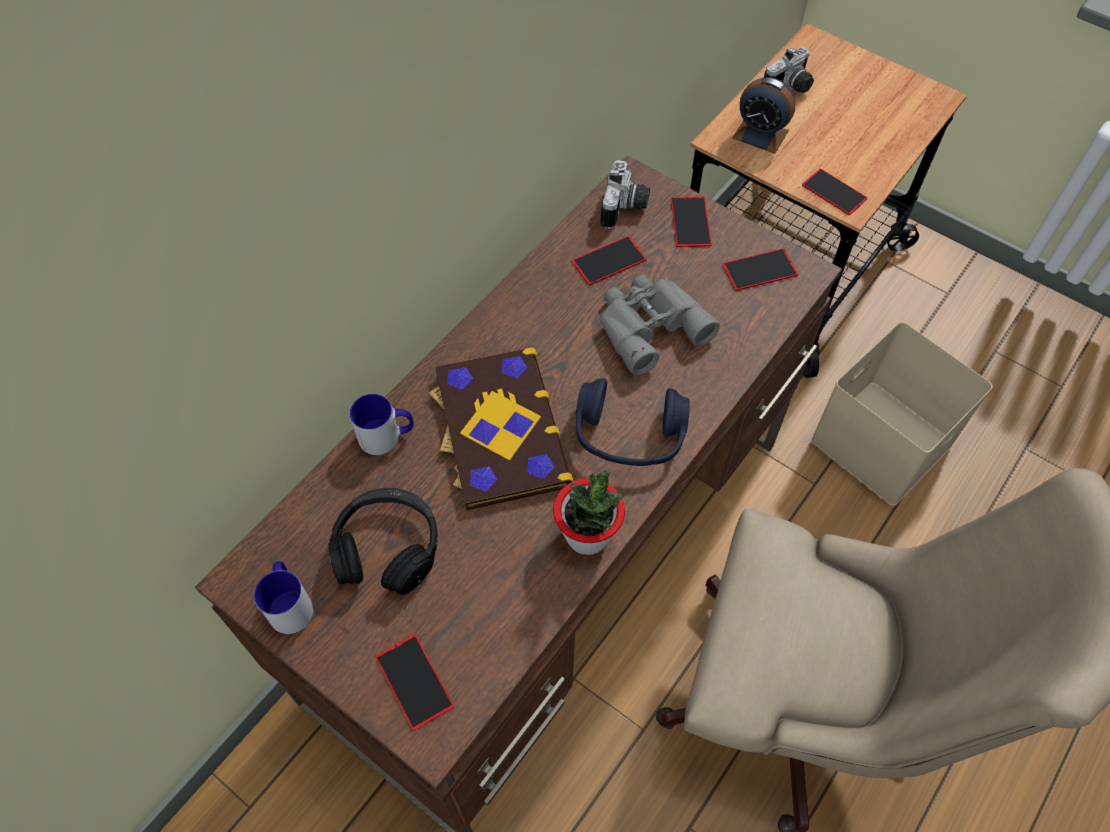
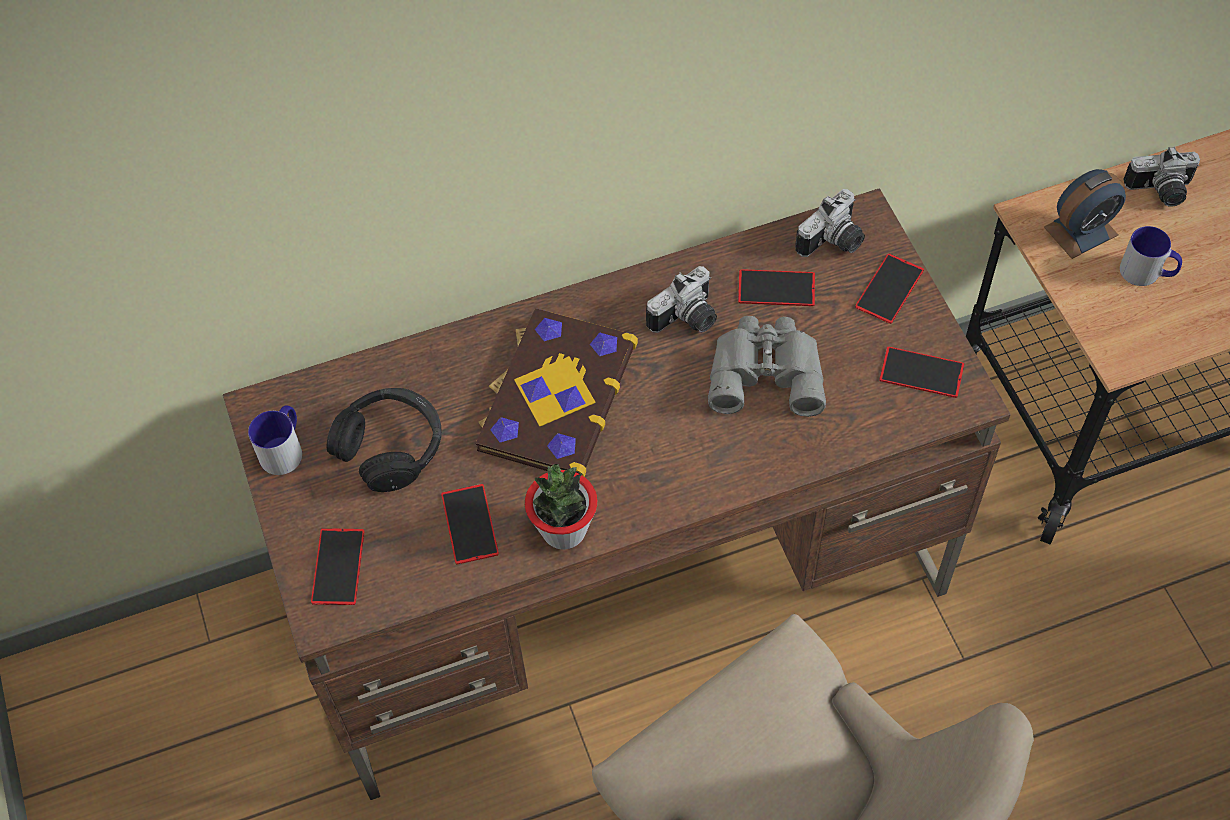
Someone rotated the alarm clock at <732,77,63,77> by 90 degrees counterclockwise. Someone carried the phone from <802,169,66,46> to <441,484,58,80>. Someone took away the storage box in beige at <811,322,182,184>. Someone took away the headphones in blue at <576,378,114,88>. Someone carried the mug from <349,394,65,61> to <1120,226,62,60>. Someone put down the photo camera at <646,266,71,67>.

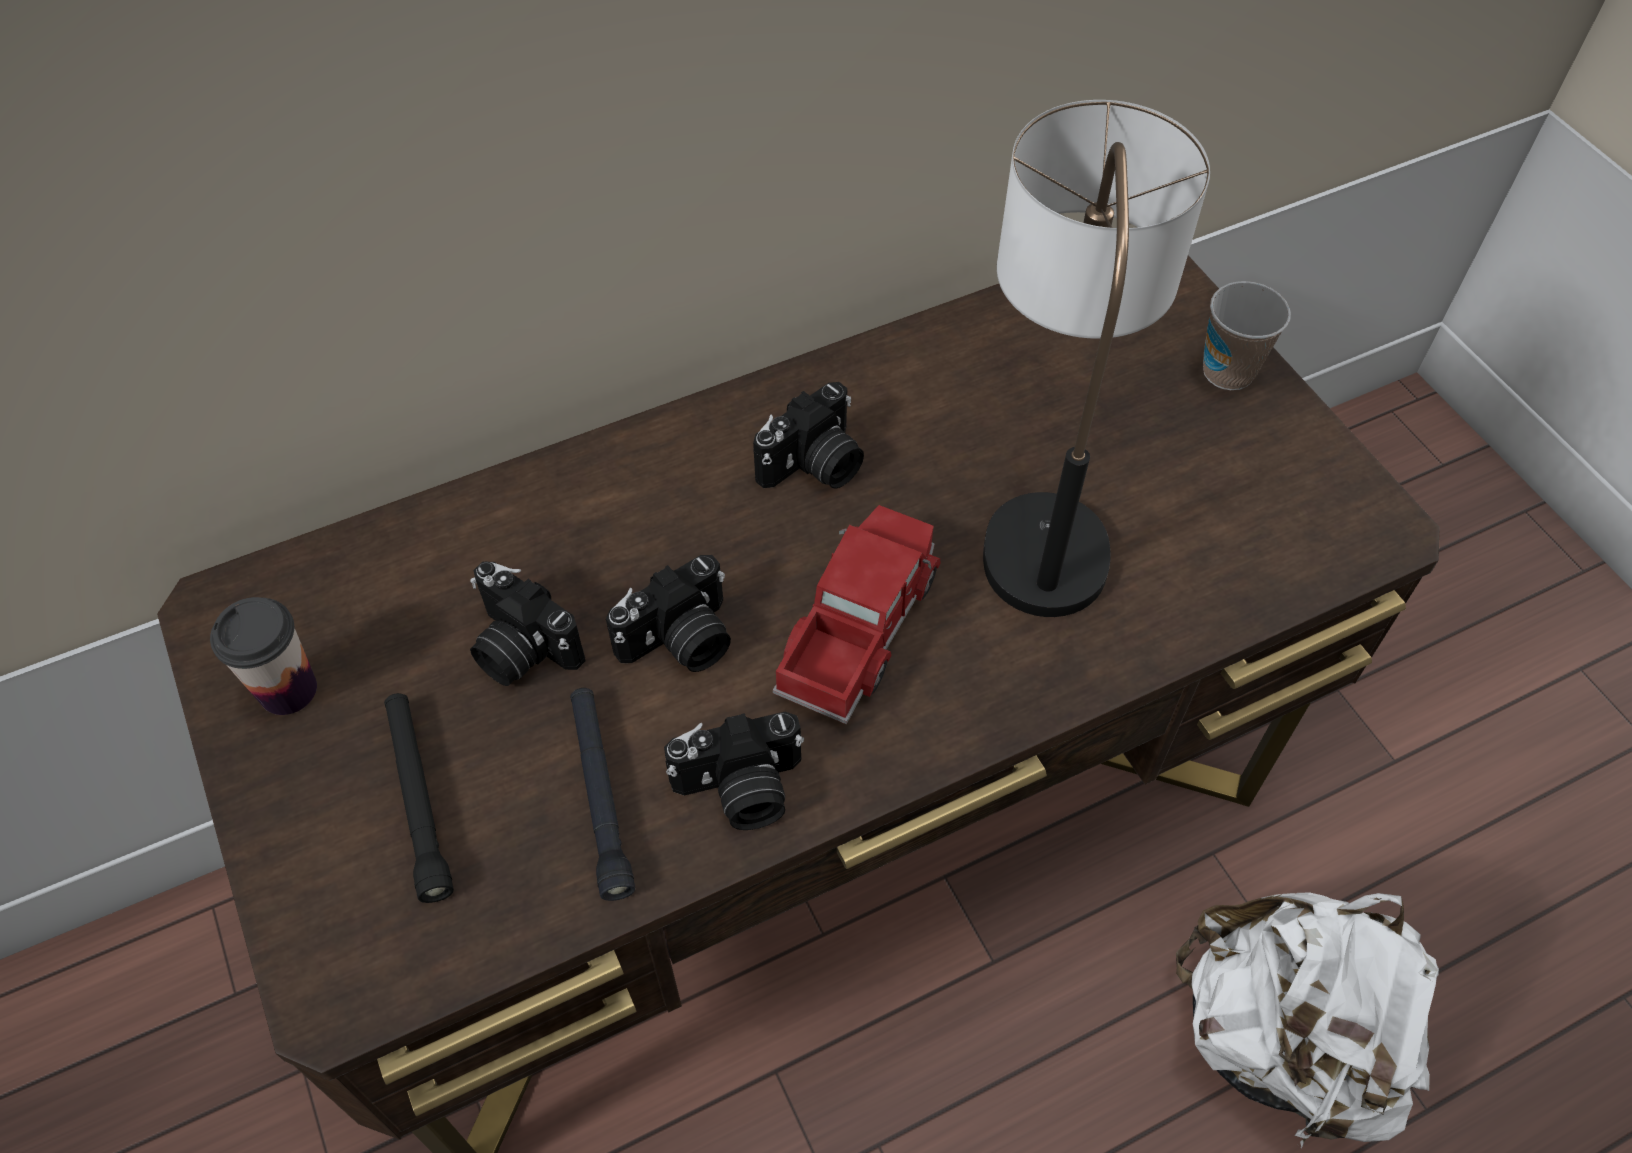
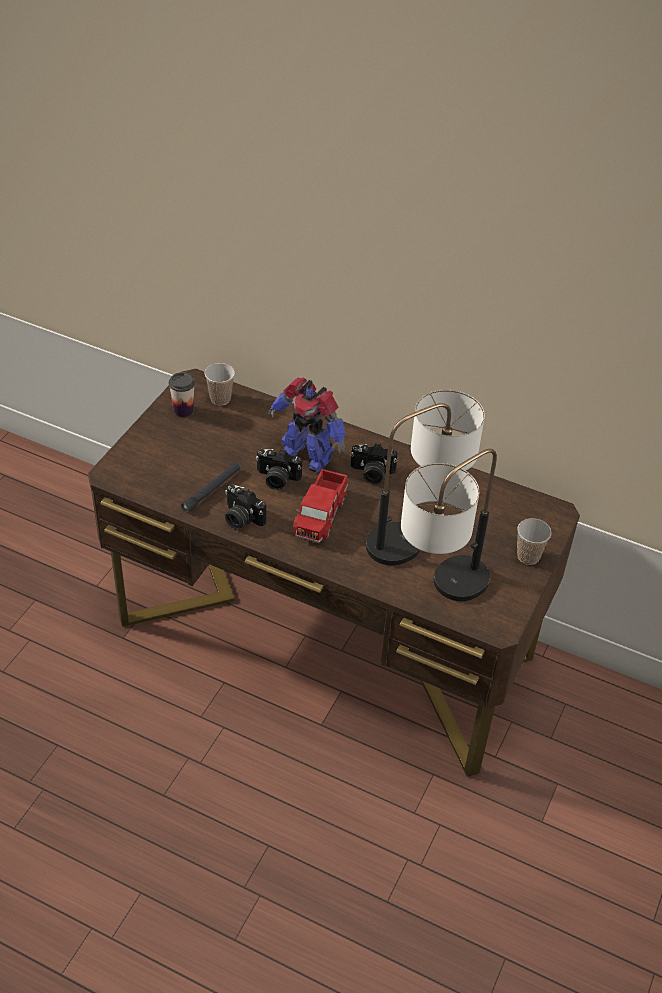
Someone rotated the toy truck at <773,505,168,219> by 120 degrees clockwise. Someone took away the photo camera at <470,561,115,125>. Someone took away the flashlight in black at <384,693,70,210>. Someone took away the backpack in white at <1176,893,263,256>. Someone put down the cup at <205,363,30,42>. Someone put down the toy robot at <267,377,79,95>. Someone put down the table lamp at <401,449,96,152>.

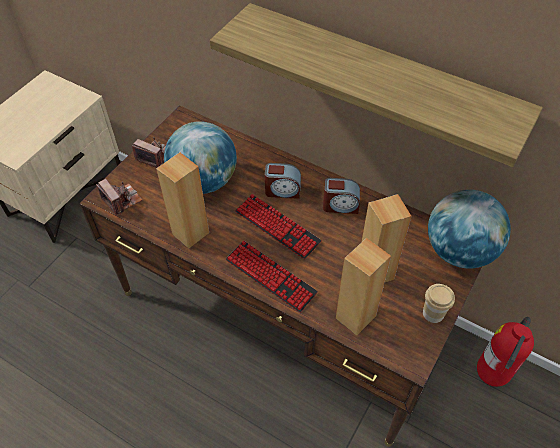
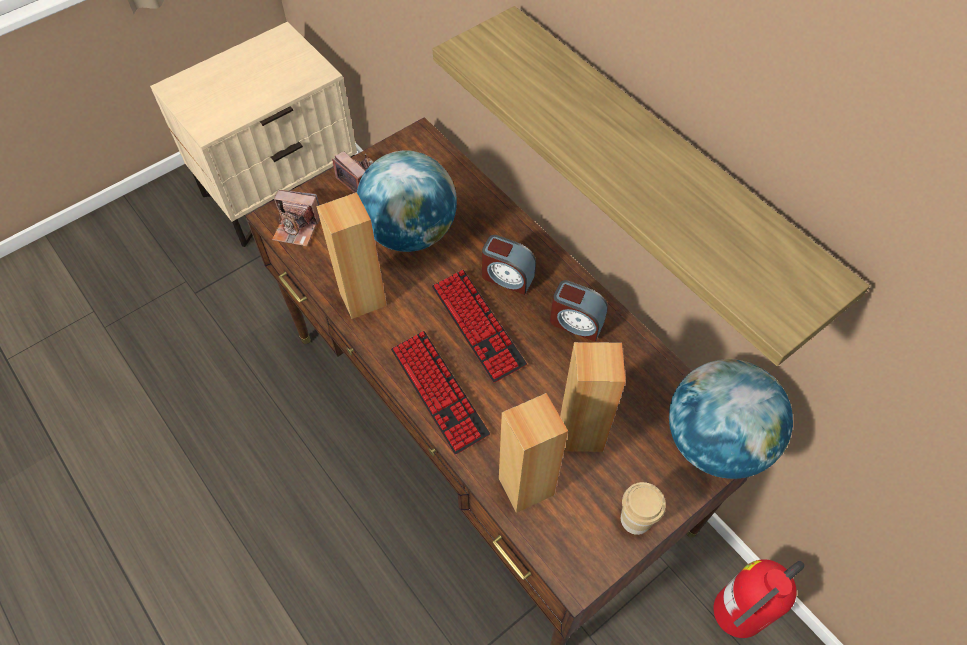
Someone rotated the photo camera at <96,179,46,36> by 120 degrees clockwise.

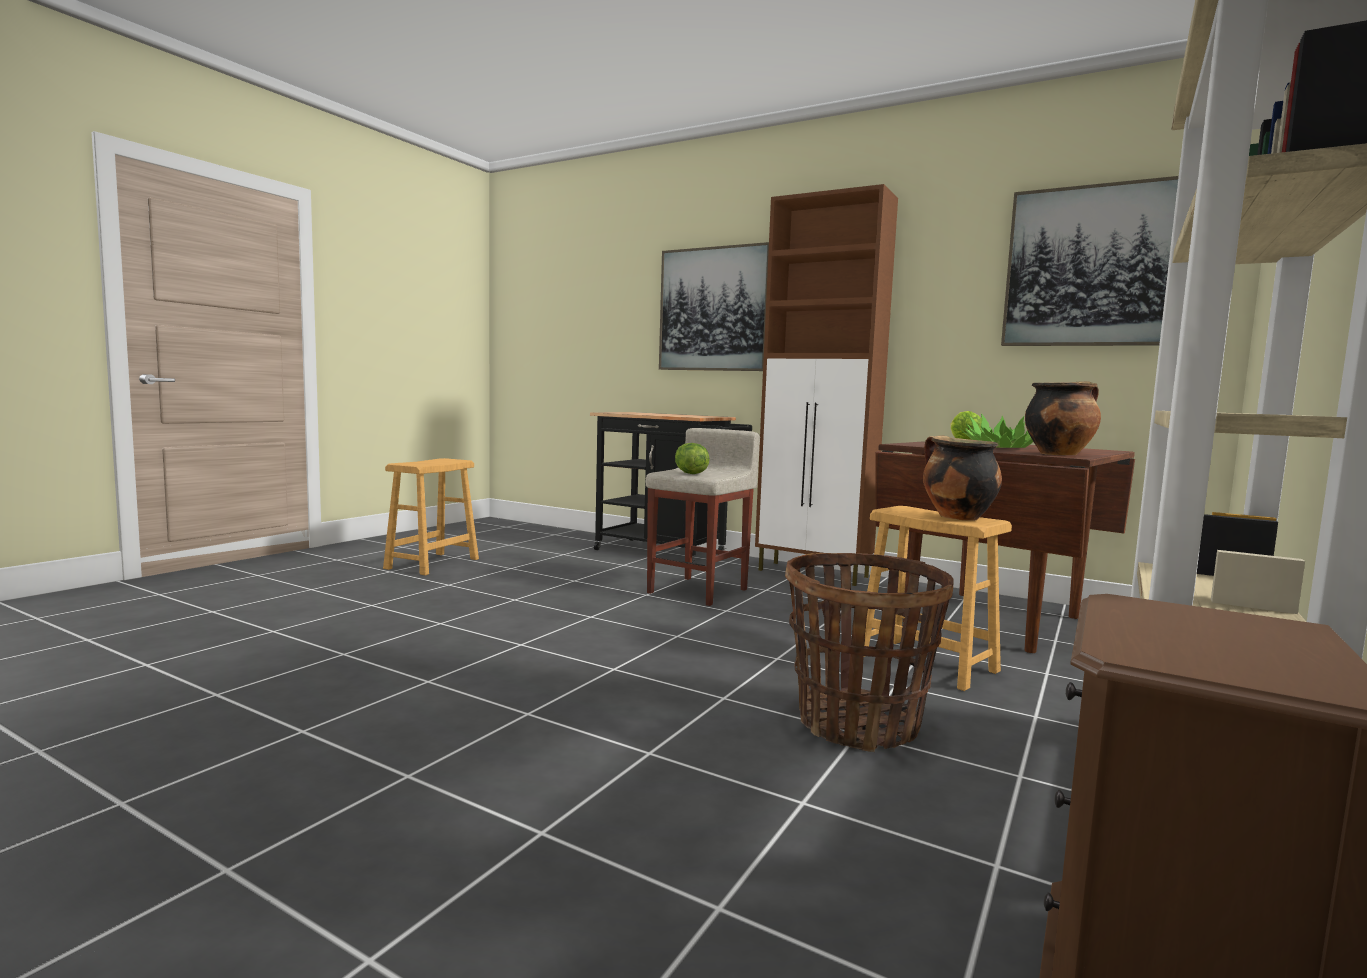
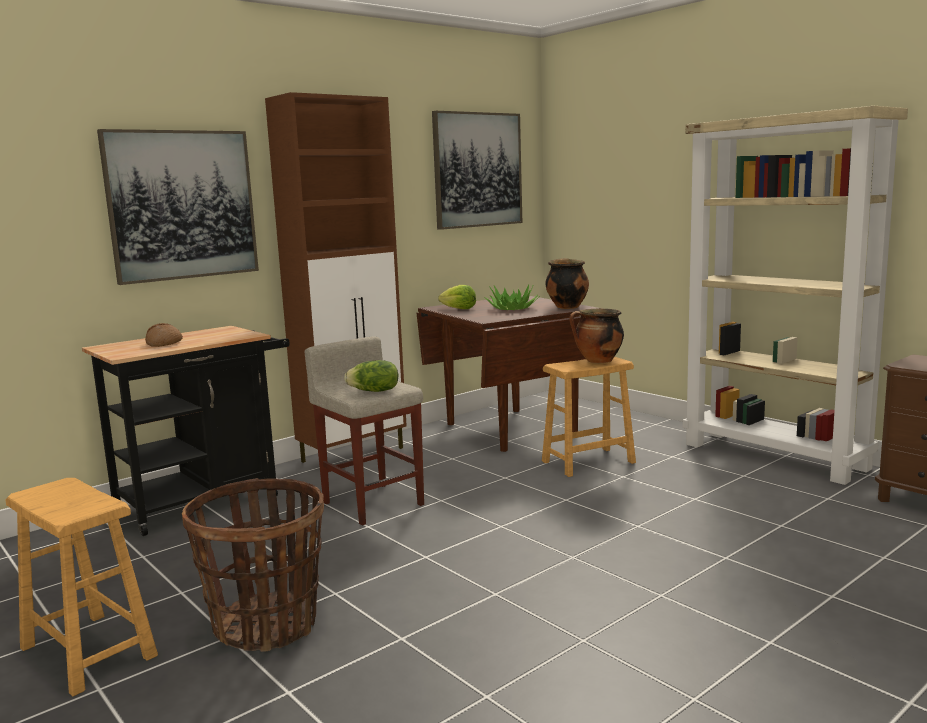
Someone carried the basket from <785,553,169,199> to <182,478,142,174>. Someone put down the bread at <145,323,38,24>.

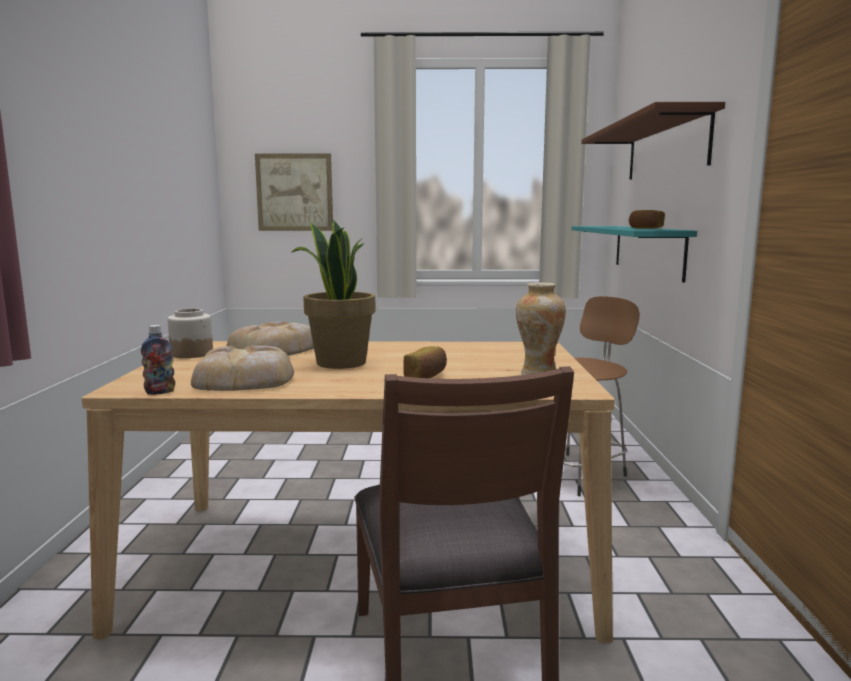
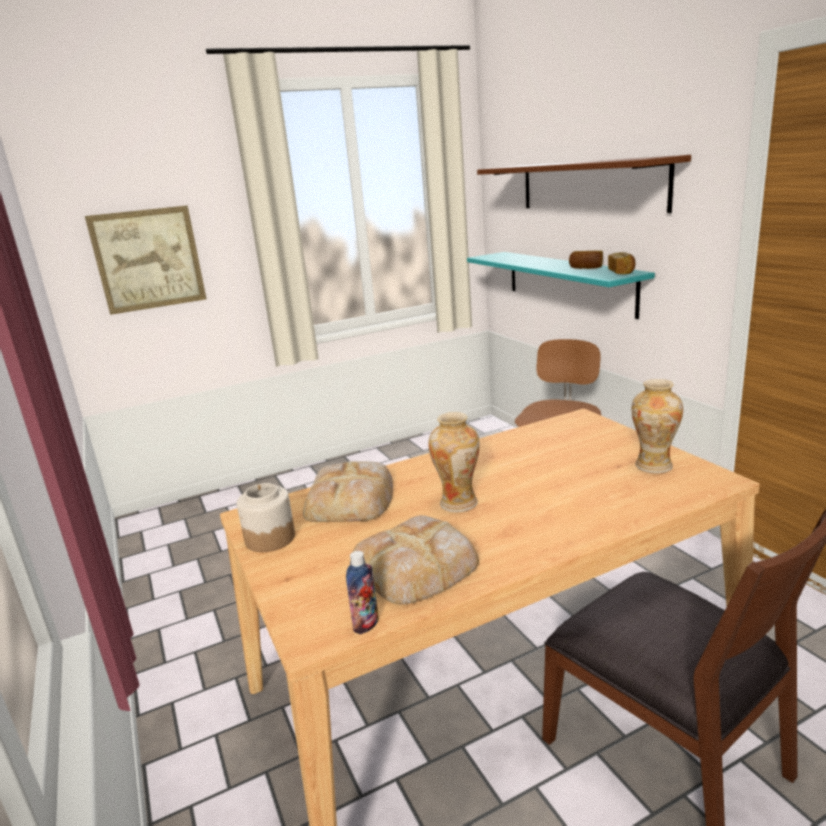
Someone swapped the potted plant at <291,220,85,149> for the vase at <428,412,51,100>. Someone carried the bread from <403,346,44,32> to <608,252,28,22>.

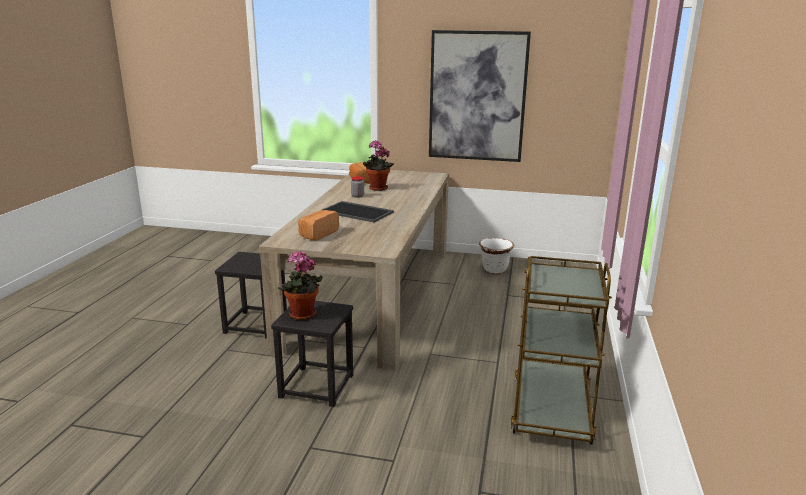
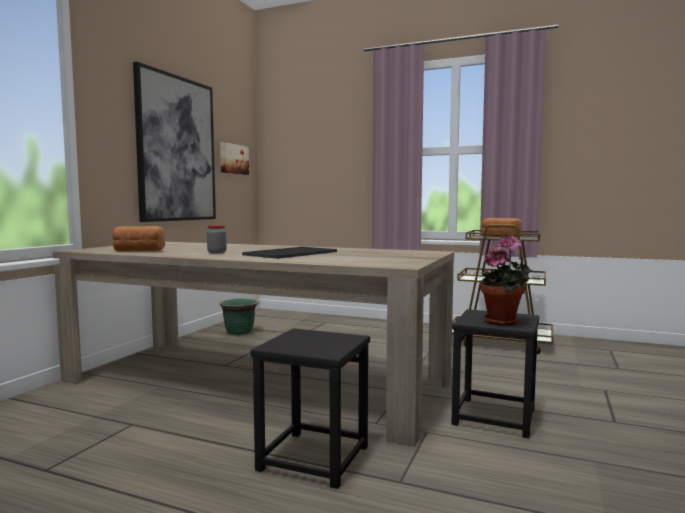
Someone took away the potted plant at <363,140,31,51>. Someone carried the bread from <298,210,41,31> to <481,218,41,20>. Someone repainted the planter in white at <479,238,35,36>, which became the planter in green at <219,298,40,37>. Someone put up the picture at <220,142,29,33>.

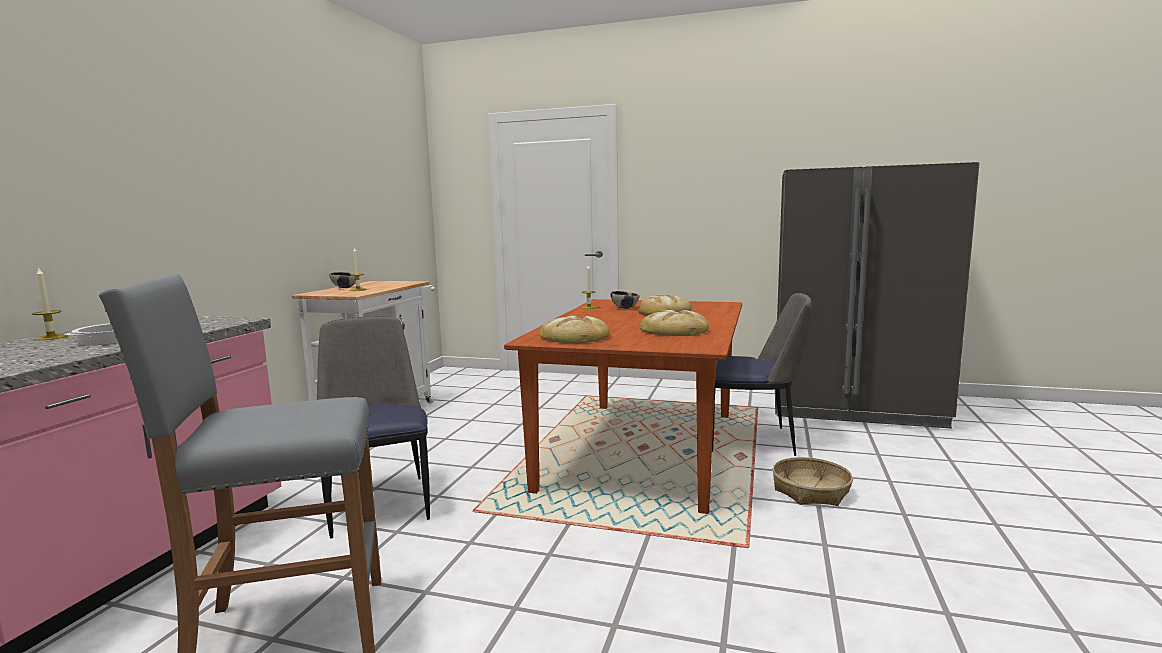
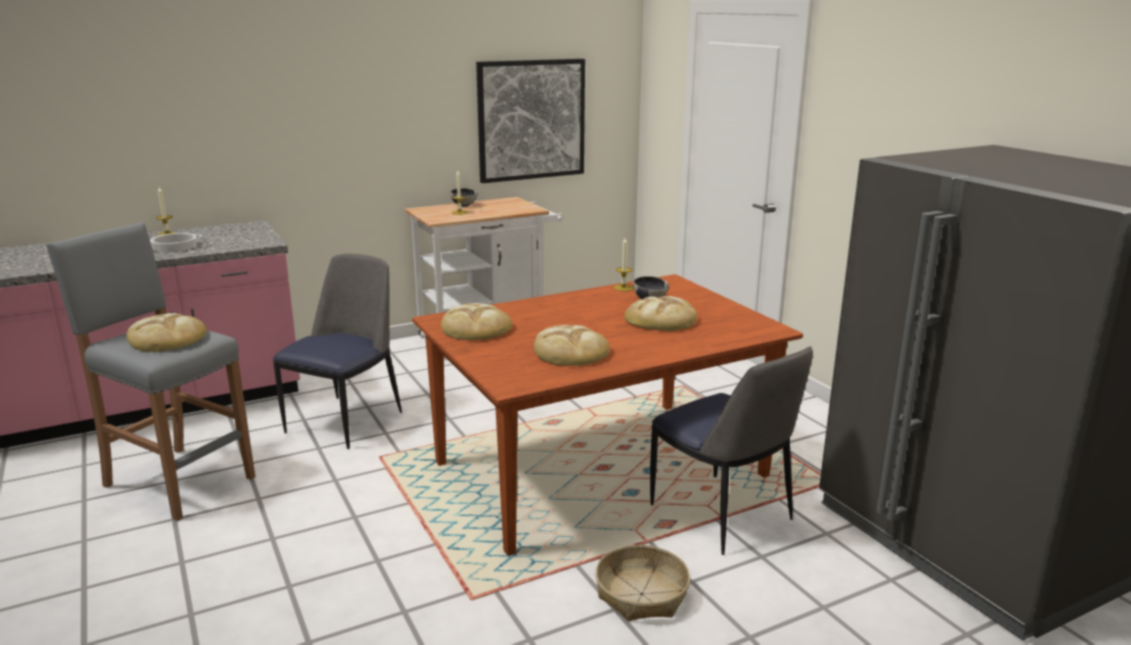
Someone put up the picture at <476,59,109,124>. Someone put down the bread at <127,313,79,39>.

